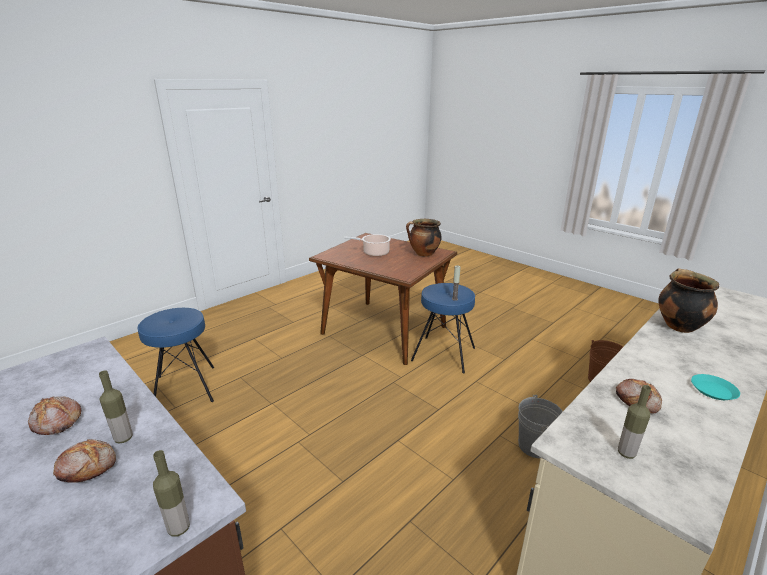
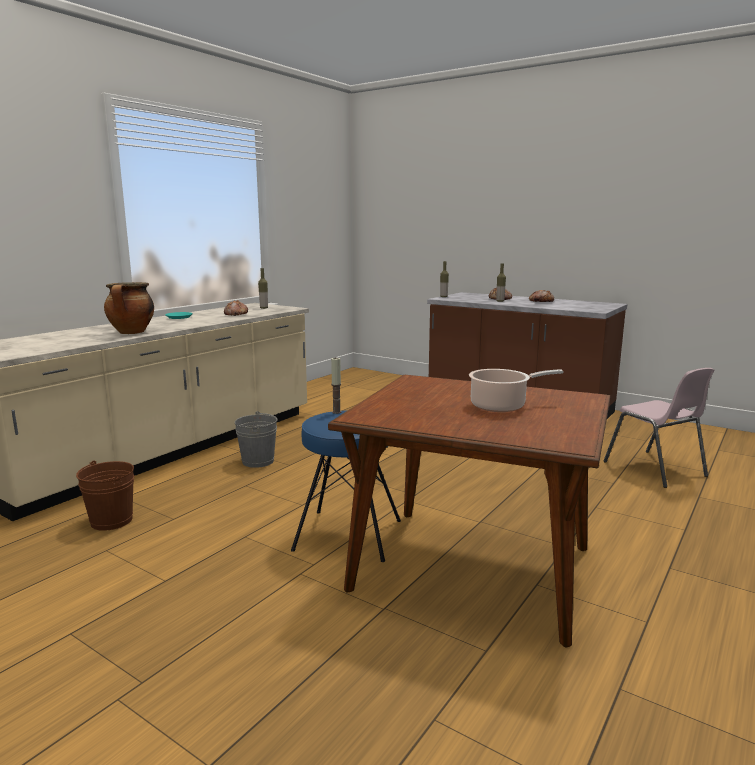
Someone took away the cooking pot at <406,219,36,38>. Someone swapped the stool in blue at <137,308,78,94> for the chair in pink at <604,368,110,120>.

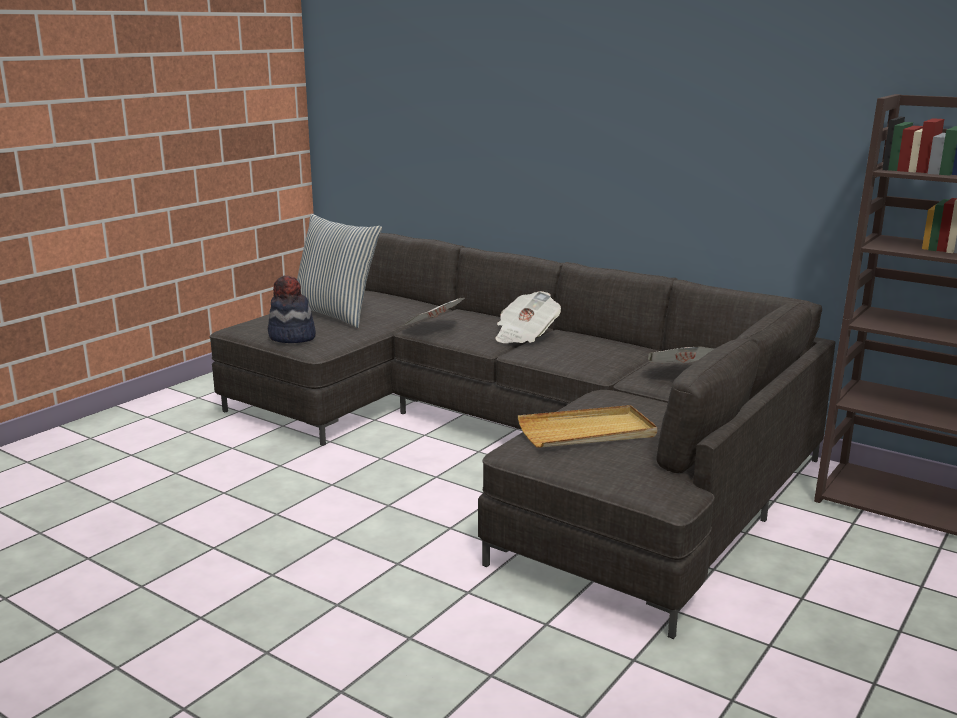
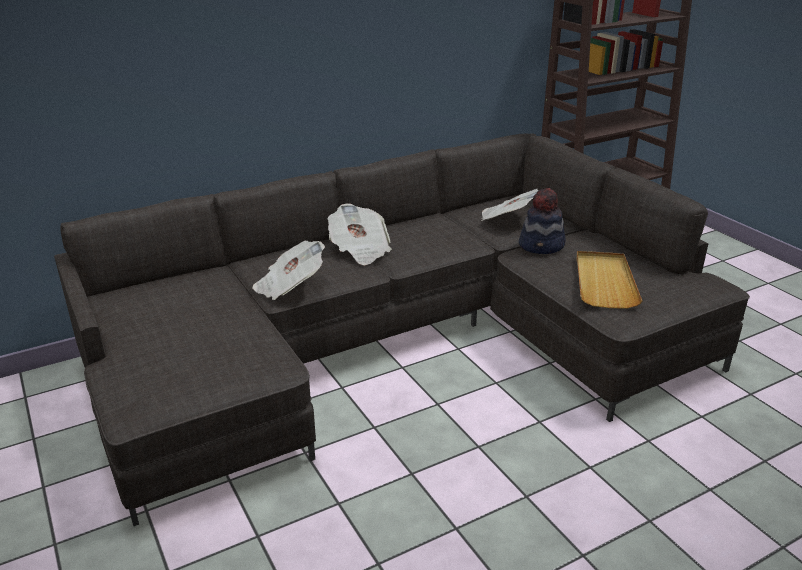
Someone took away the pillow at <297,214,85,114>. Someone carried the hat from <267,276,49,67> to <519,188,47,66>.

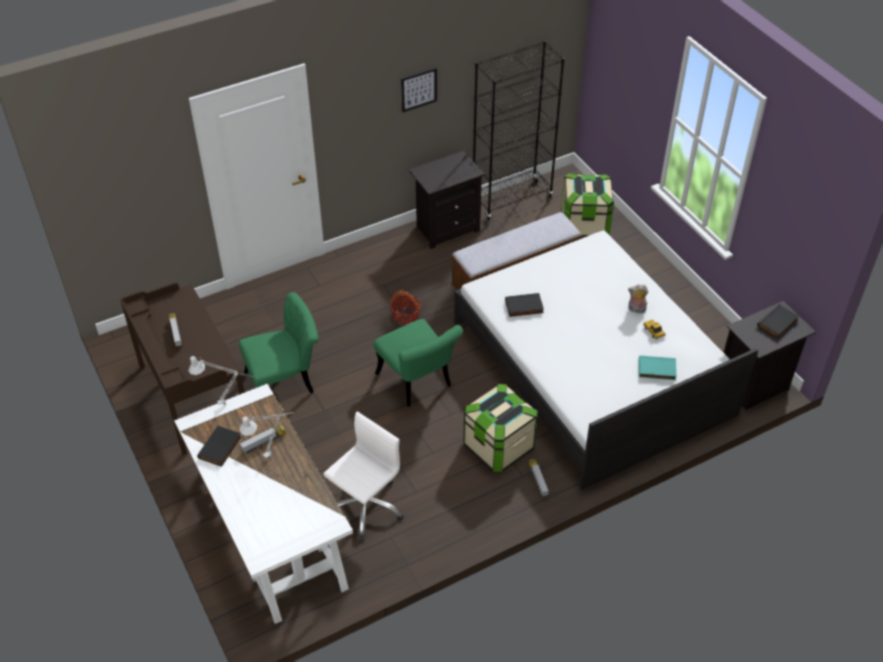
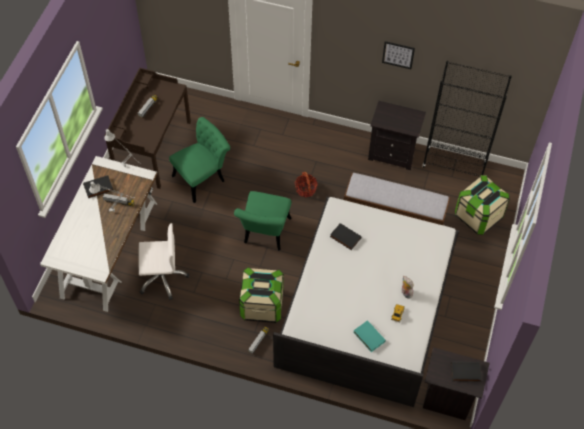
Someone rotated the chair in green at <239,292,80,101> by 60 degrees counterclockwise.

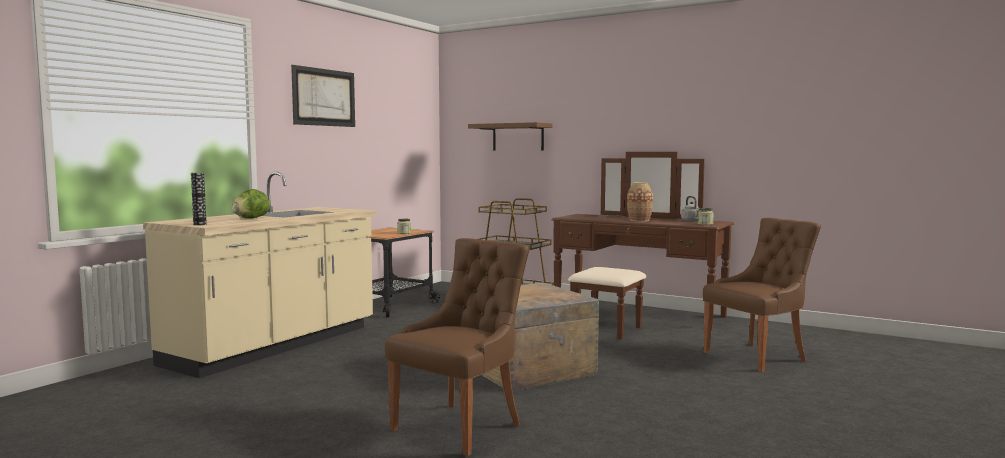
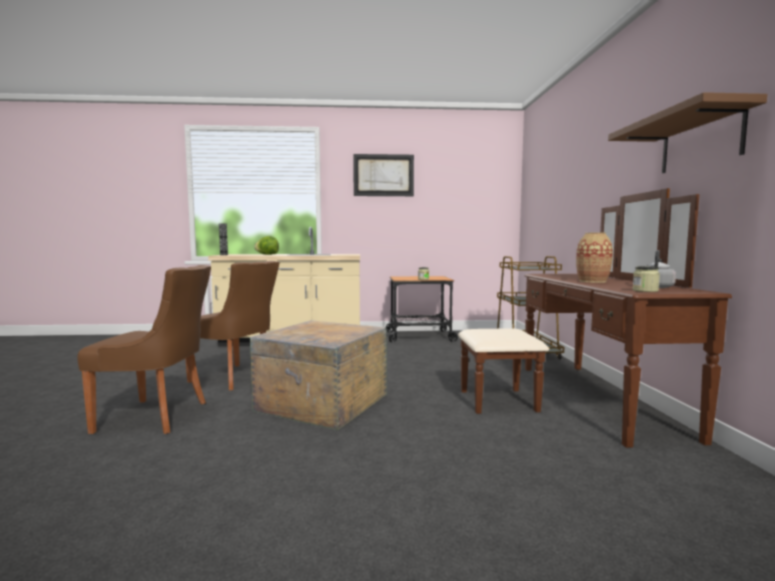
Someone carried the shelf in brown from <468,122,85,28> to <608,92,159,81>. Someone carried the chair in brown from <703,218,118,154> to <185,261,94,129>.

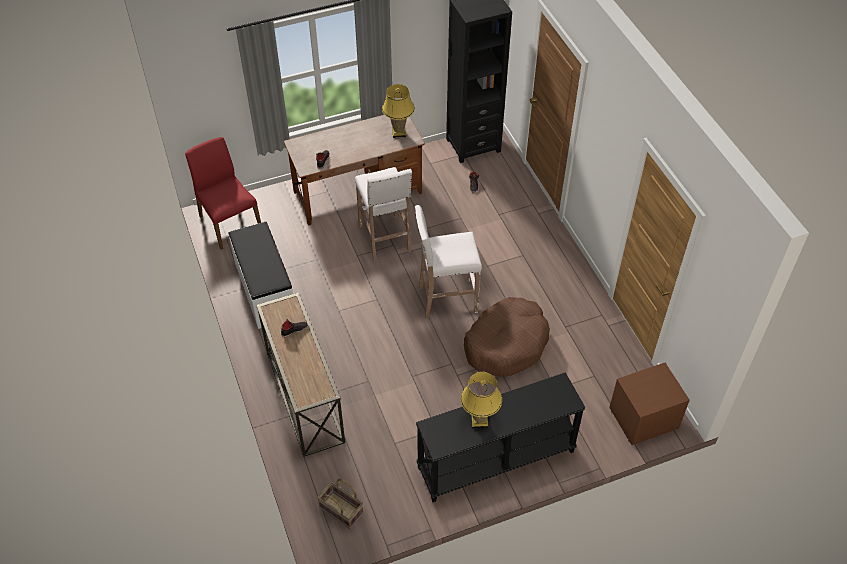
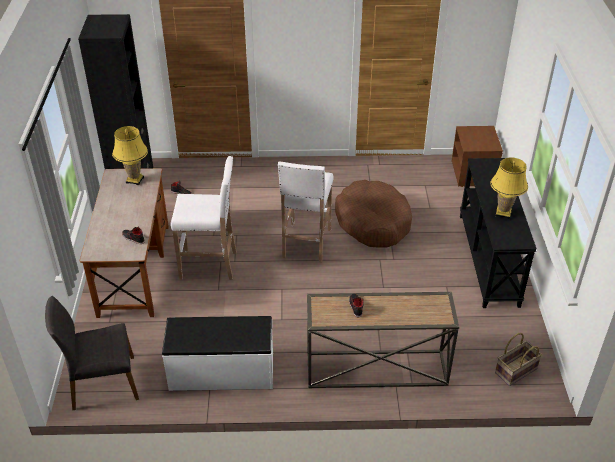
Someone repainted the chair in red at <185,137,76,112>, which became the chair in grey at <45,296,94,115>.

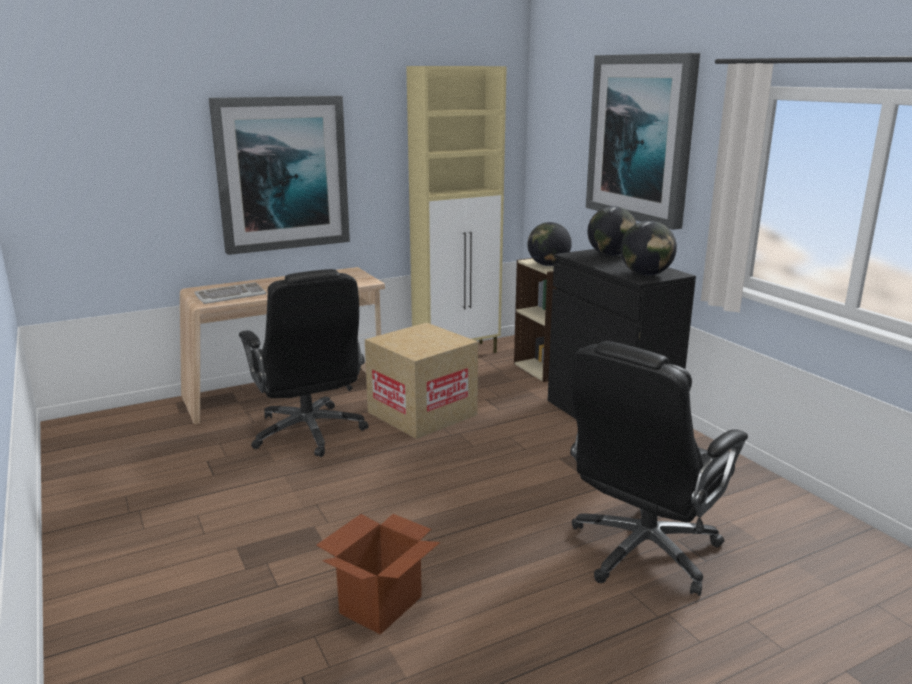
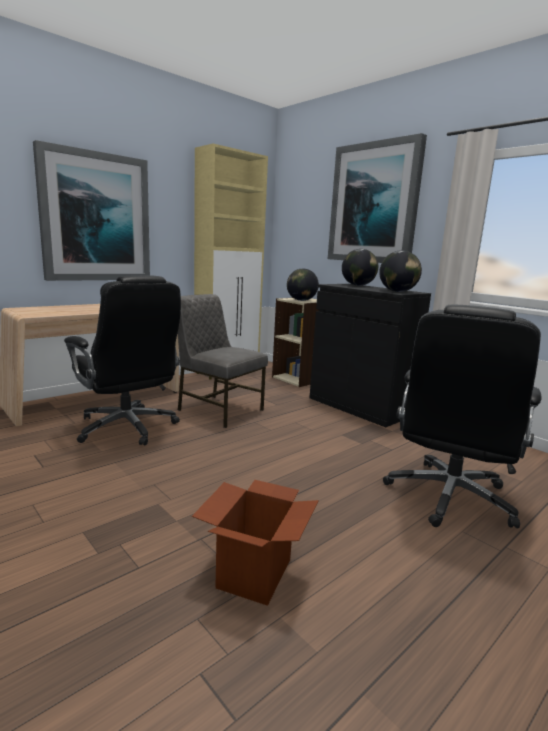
Someone took away the keyboard at <194,282,73,22>. Someone swapped the cardboard box at <365,322,113,117> for the chair in grey at <177,294,91,134>.

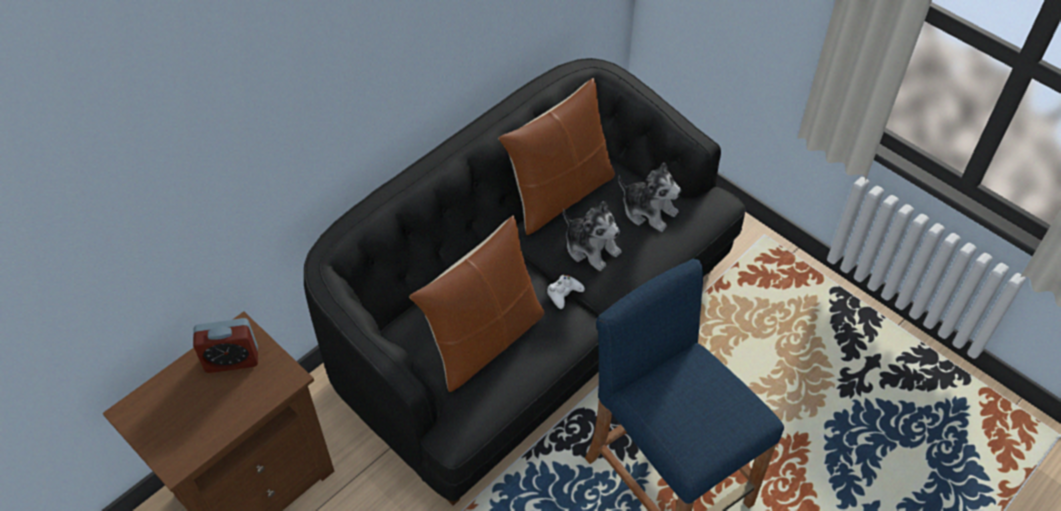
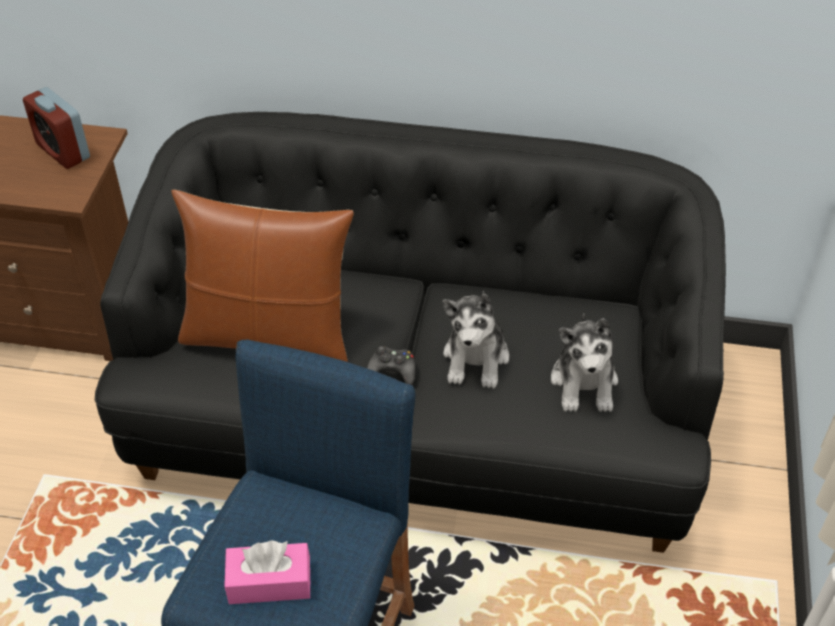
Someone took away the pillow in brown at <498,78,117,157>. Someone repainted the game controller in white at <547,275,38,34>, which became the game controller in black at <367,346,49,39>. Someone put down the tissue box in pink at <224,540,86,64>.

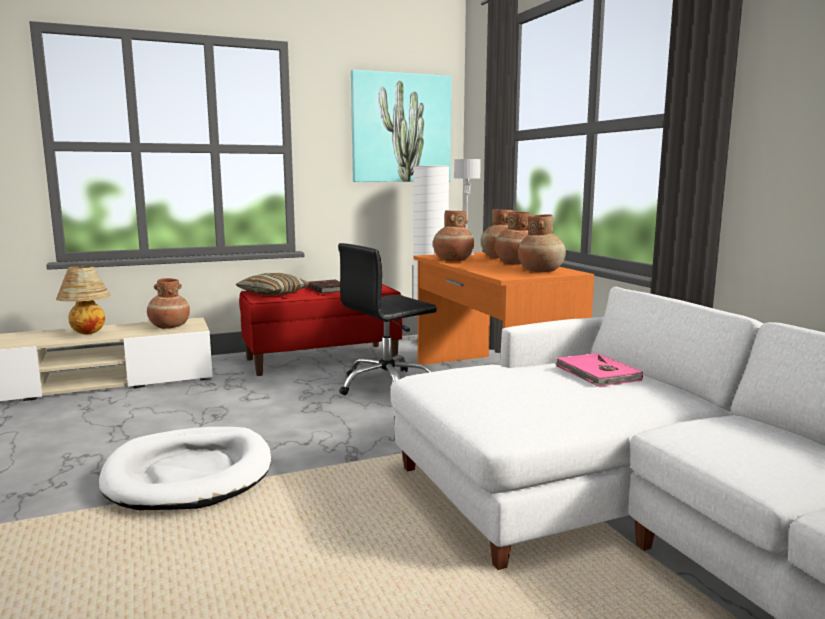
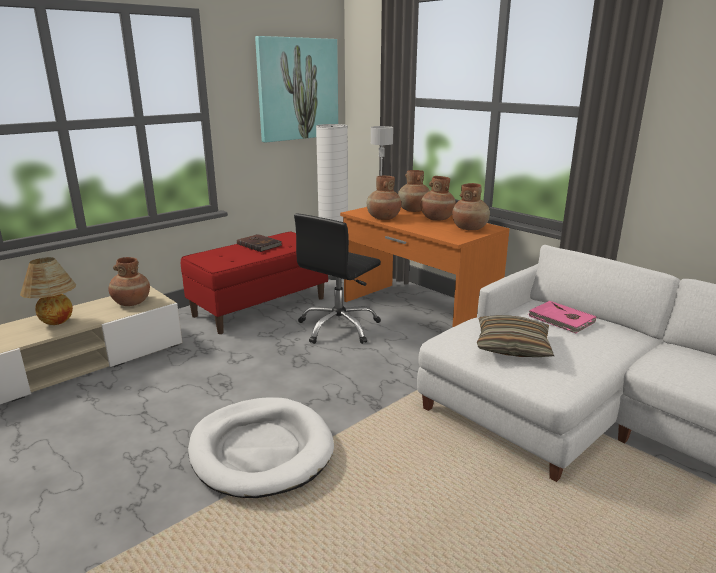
Someone carried the pillow from <235,273,76,22> to <477,315,77,42>.

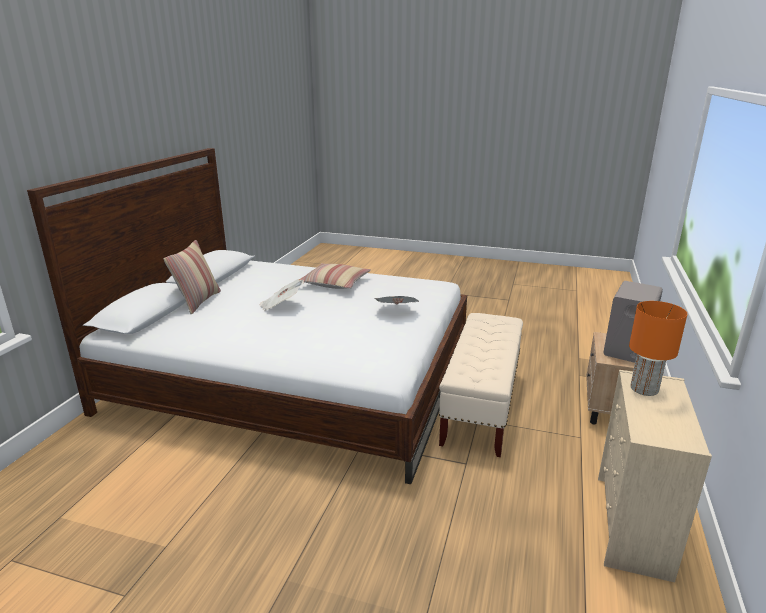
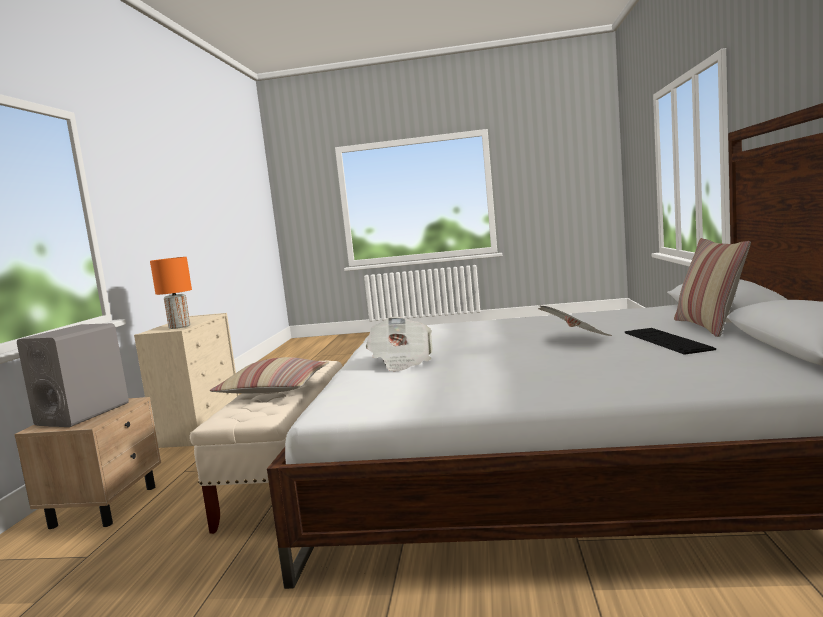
Someone carried the pillow from <298,263,73,26> to <210,357,119,37>. Someone put down the keyboard at <625,328,91,27>.

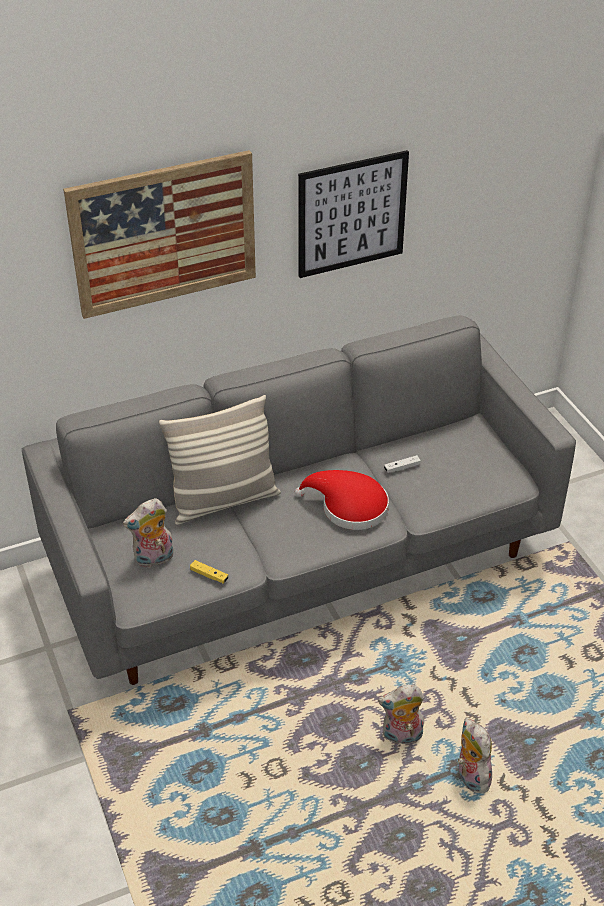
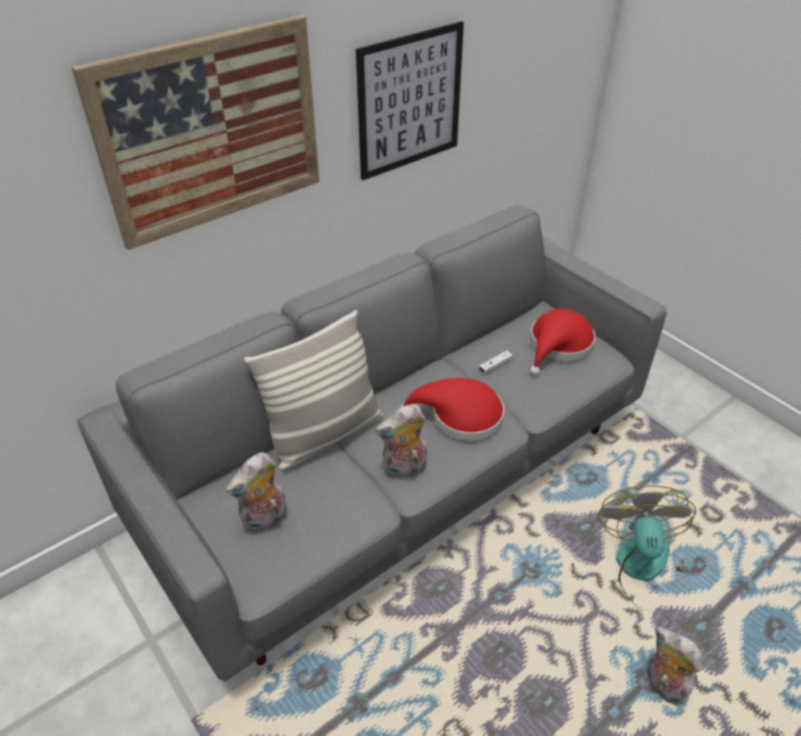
Someone took away the game controller in yellow at <190,560,39,24>. Someone carried the plush toy from <378,684,46,60> to <375,404,52,77>. Someone put down the hat in red at <530,309,65,67>. Someone put down the fan at <597,485,99,126>.

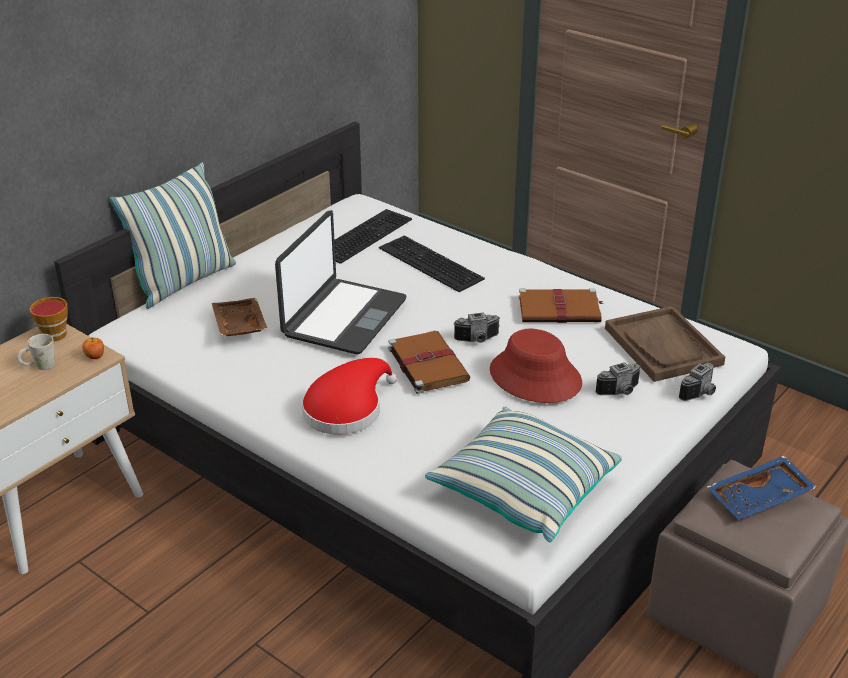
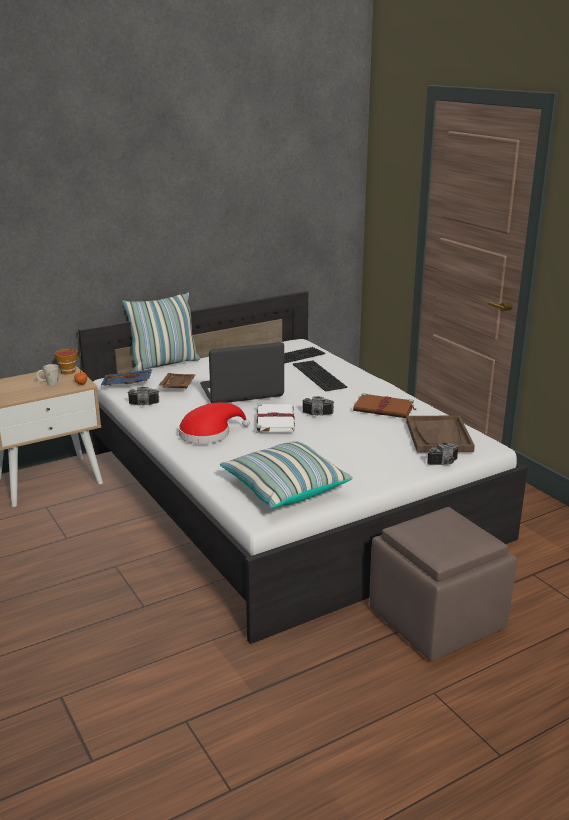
Someone rotated the laptop at <275,210,131,144> by 150 degrees counterclockwise. Someone took away the hat in red at <490,329,92,74>. Someone repainted the book in brown at <388,331,83,63>, which became the book in white at <256,404,39,29>. Someone carried the photo camera from <596,362,45,33> to <127,387,32,19>. Someone carried the tray in blue from <707,455,111,65> to <101,369,51,17>.

